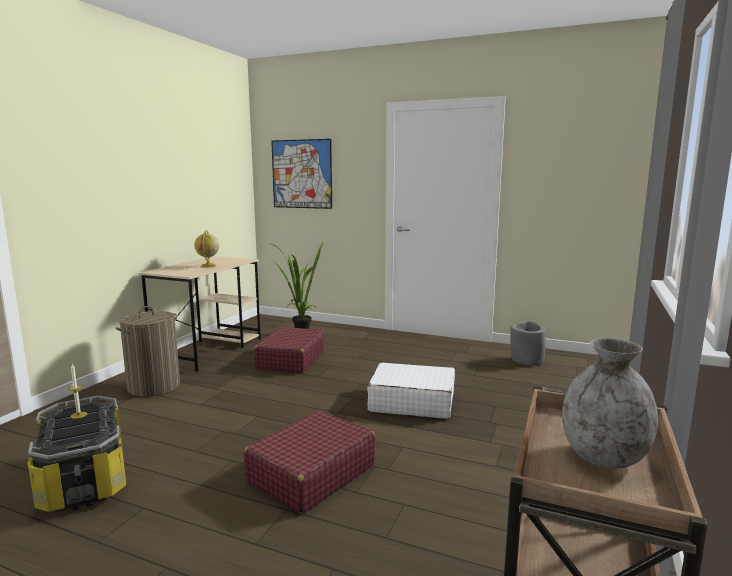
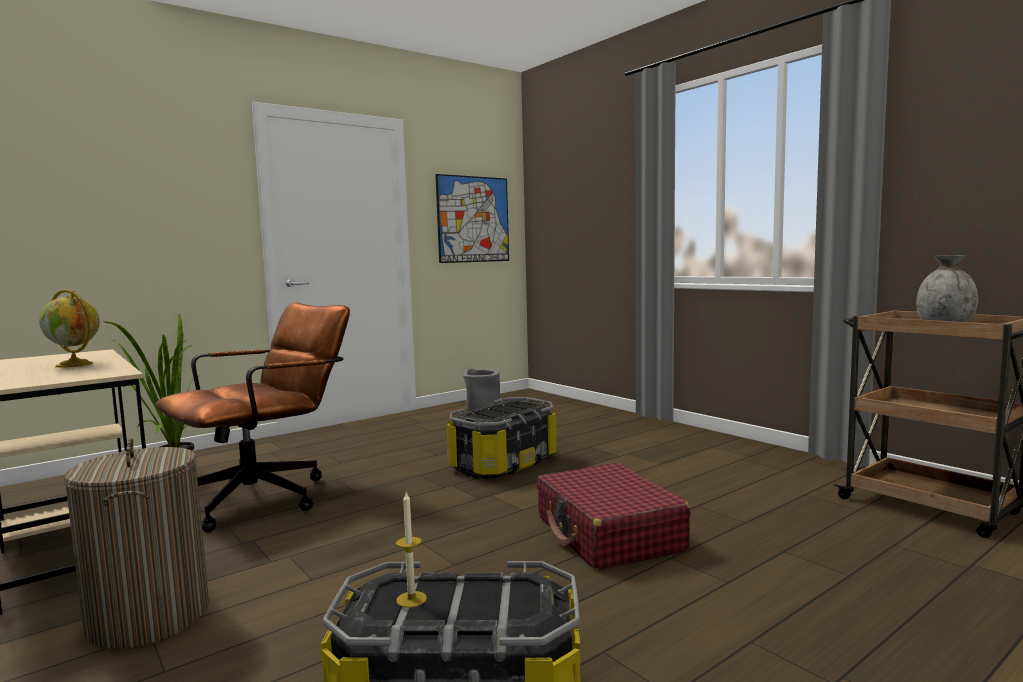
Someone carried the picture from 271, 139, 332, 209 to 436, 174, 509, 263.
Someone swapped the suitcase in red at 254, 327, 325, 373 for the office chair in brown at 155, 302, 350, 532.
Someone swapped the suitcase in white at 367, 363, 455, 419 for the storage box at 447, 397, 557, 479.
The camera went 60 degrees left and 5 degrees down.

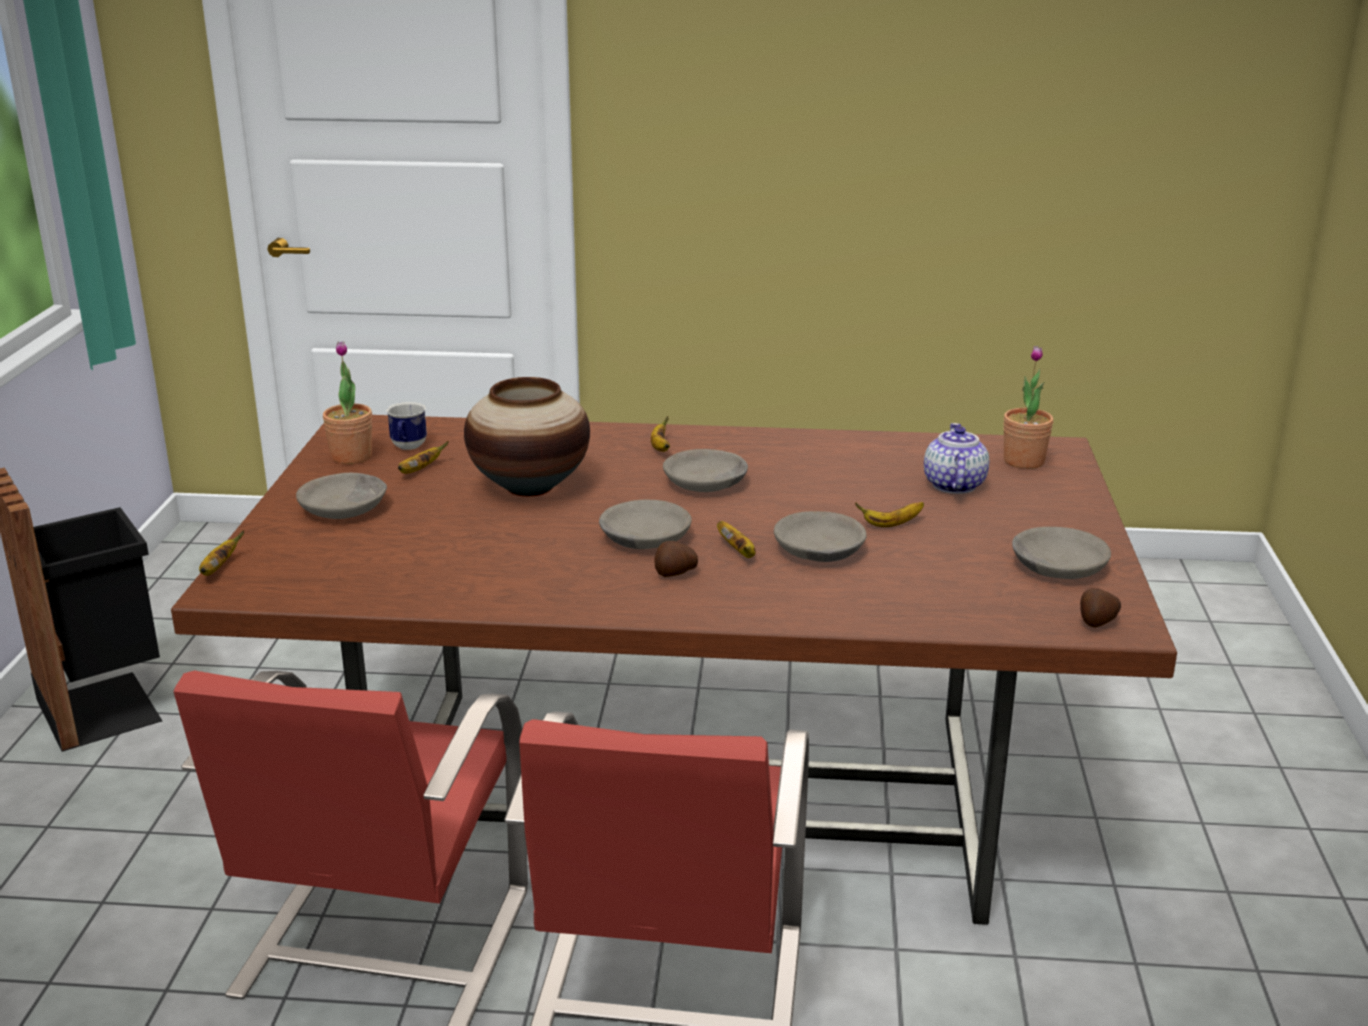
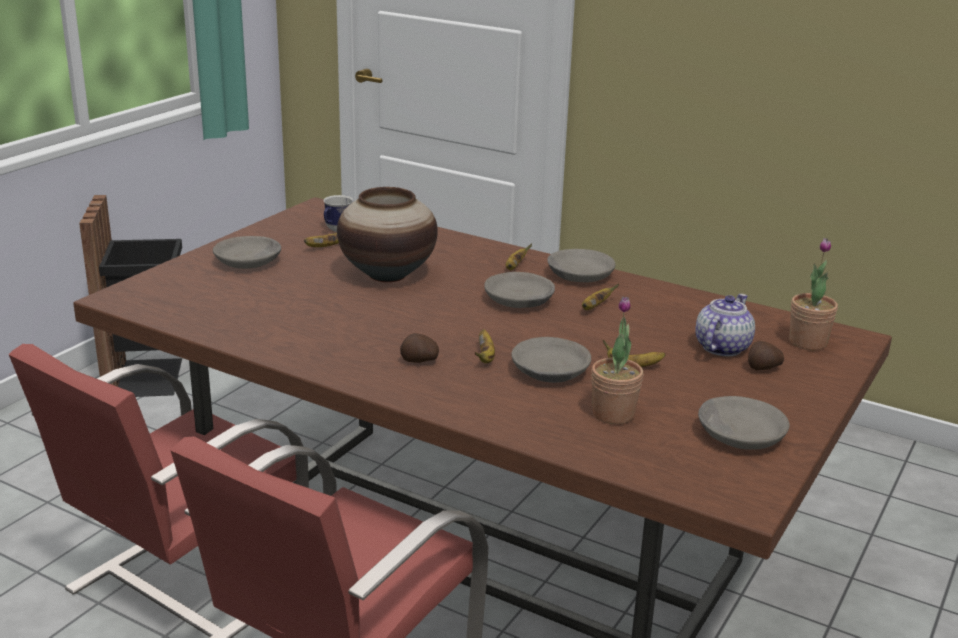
Someone carried the banana from 199, 530, 244, 576 to 582, 283, 619, 310.
Someone carried the potted plant from 323, 341, 372, 464 to 591, 297, 643, 424.
Someone carried the bowl in grey from 599, 500, 692, 549 to 548, 249, 616, 282.
Someone carried the potato from 1080, 588, 1121, 628 to 748, 341, 784, 370.
The camera went 25 degrees right and 0 degrees up.

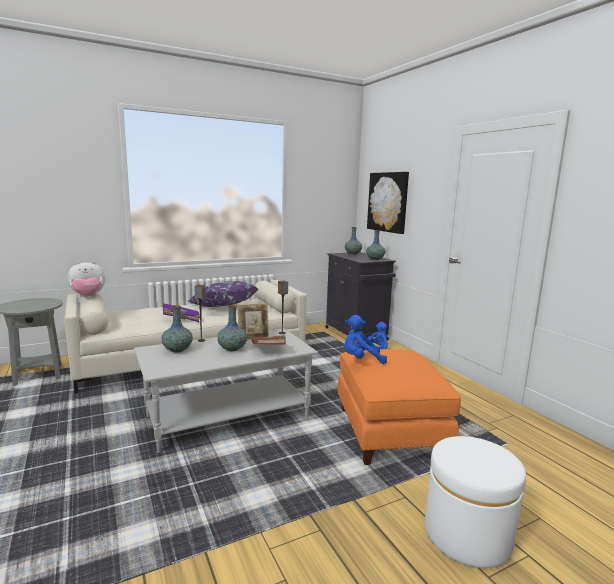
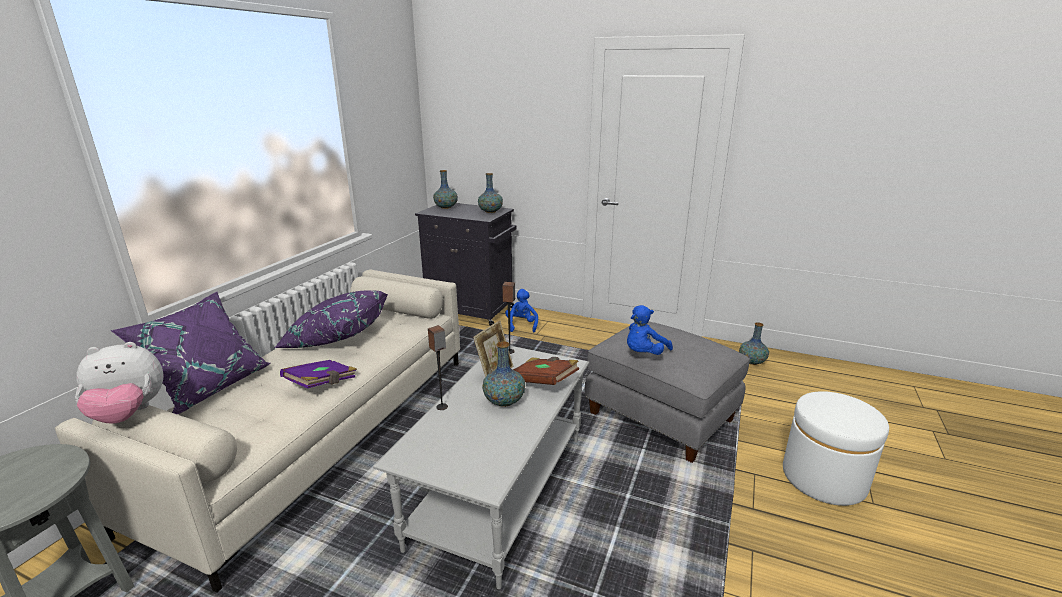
Someone took away the picture at 367, 172, 409, 234.
Someone put down the pillow in purple at 110, 292, 271, 415.
Someone carried the vase from 161, 305, 193, 352 to 739, 322, 769, 365.
Someone repainted the ottoman in orange at 337, 349, 461, 465, which became the ottoman in grey at 585, 322, 750, 463.
Someone rotated the plush toy at 68, 261, 105, 297 by 45 degrees clockwise.
The camera went 40 degrees left and 10 degrees up.

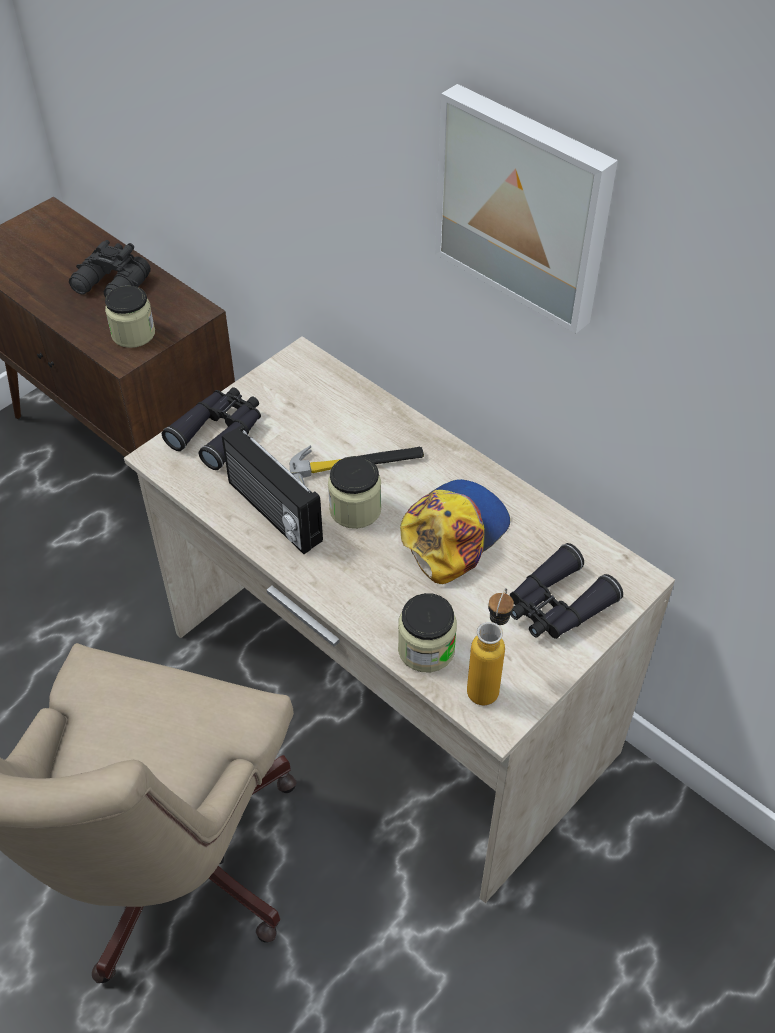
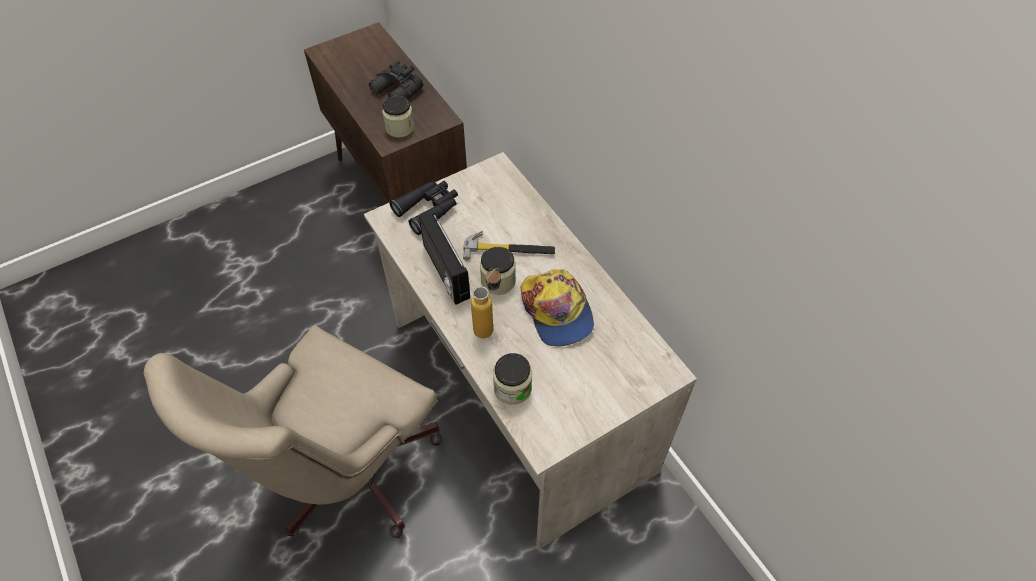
Someone took away the picture at 435, 84, 618, 334.
Someone took away the binoculars in black at 510, 543, 623, 639.
Someone carried the bottle from 467, 588, 514, 705 to 471, 268, 501, 338.
Someone rotated the cap at 400, 479, 510, 584 by 105 degrees clockwise.
The camera went 15 degrees right and 5 degrees up.

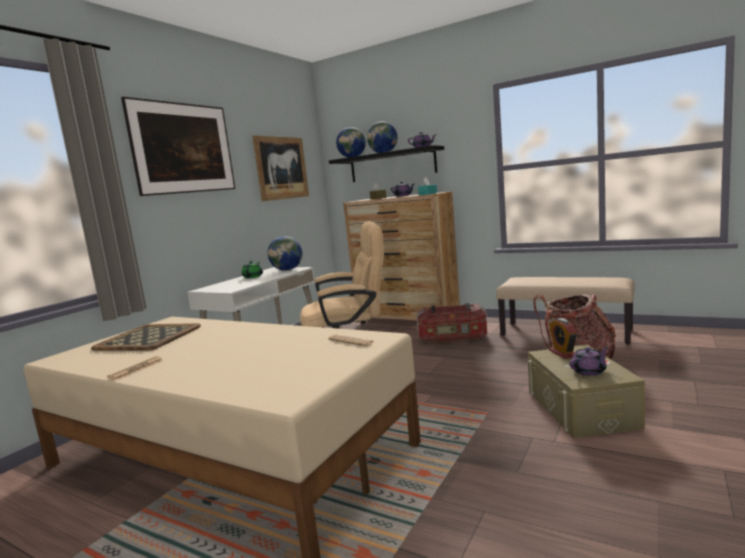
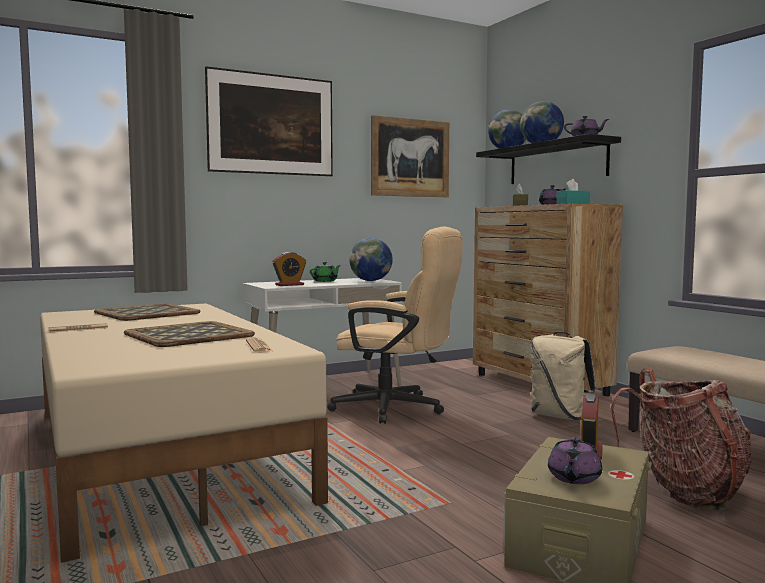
Someone put down the tray at 124, 321, 255, 347.
Someone put down the alarm clock at 272, 252, 306, 286.
Someone swapped the storage box at 417, 303, 487, 343 for the backpack in beige at 531, 331, 596, 420.
Someone rotated the teapot in purple at 569, 347, 608, 376 by 105 degrees clockwise.
The camera went 30 degrees right and 5 degrees down.

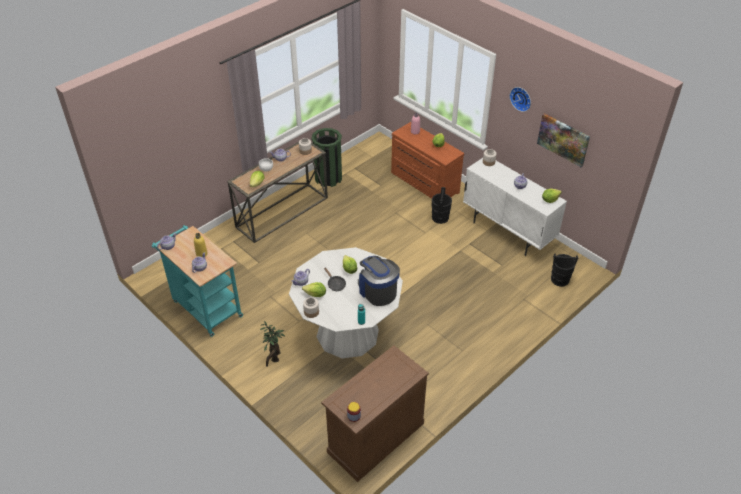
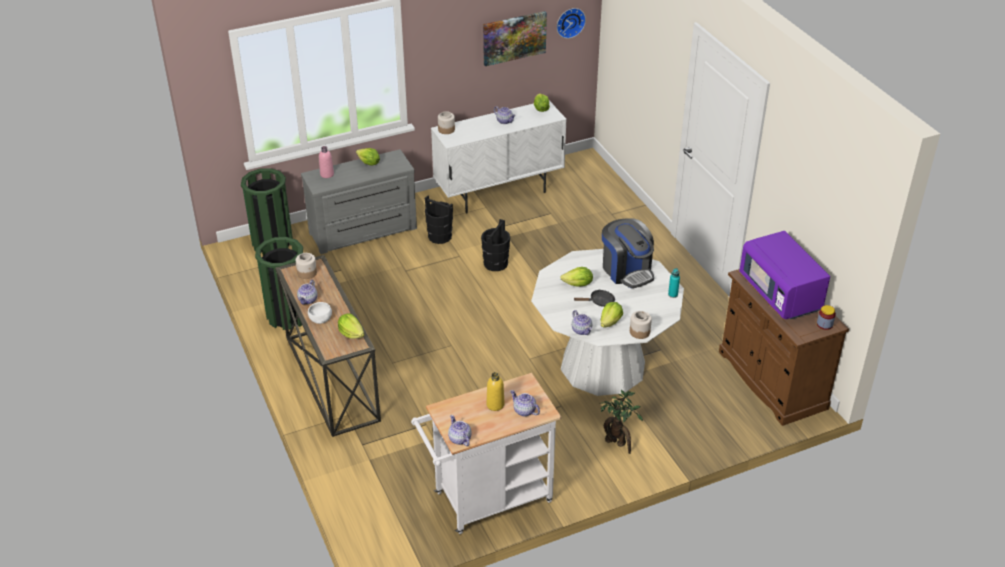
Someone put down the trash can in green at 241, 168, 293, 252.
Someone put down the microwave in purple at 739, 231, 830, 319.
Someone carried the wall clock from 510, 87, 531, 112 to 557, 8, 586, 39.
Someone carried the bucket in black from 551, 253, 578, 287 to 481, 219, 510, 271.
Someone repainted the cart in turquoise at 152, 225, 243, 337, which became the cart in white at 411, 373, 562, 534.
Someone repainted the dresser in brown at 391, 122, 464, 199, which became the dresser in grey at 301, 149, 417, 254.
Someone rotated the coffee machine at 358, 256, 400, 306 by 105 degrees counterclockwise.
The camera went 70 degrees left and 5 degrees down.

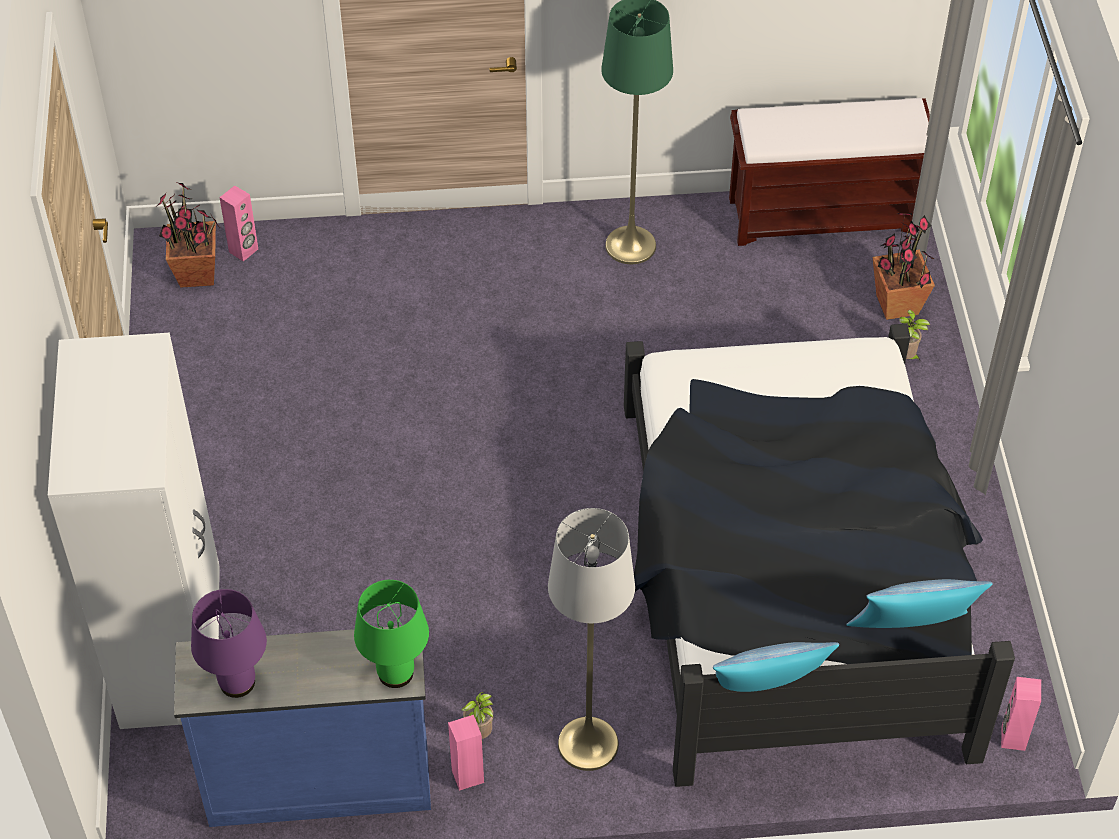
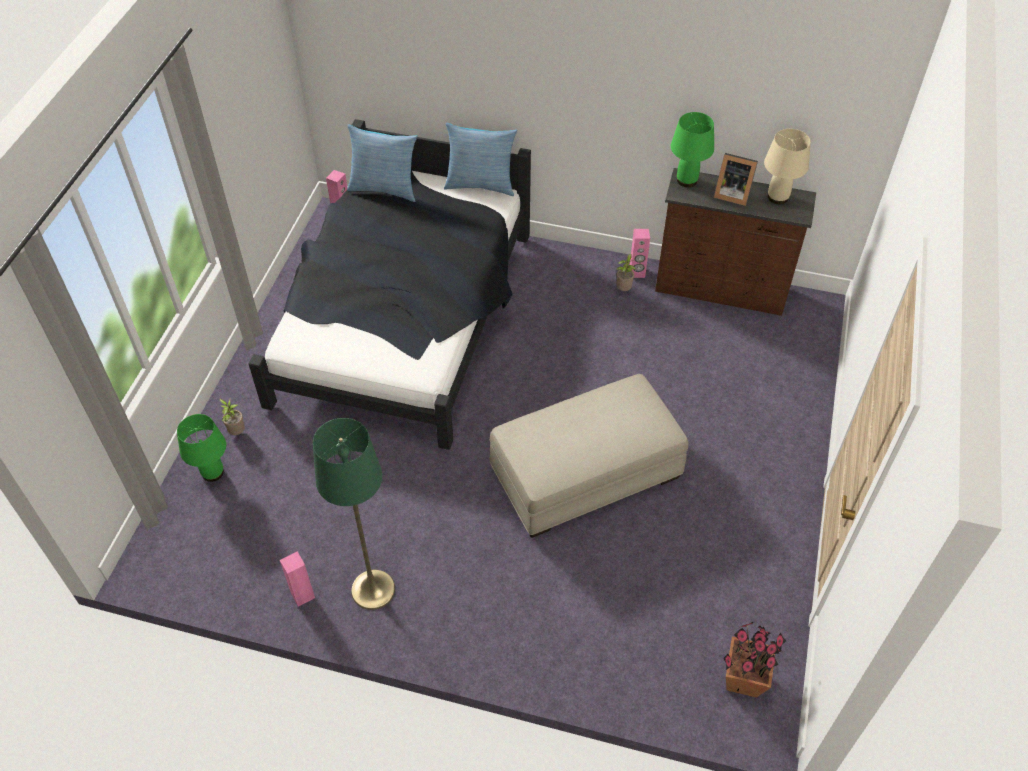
Someone took away the wardrobe in white at 48, 333, 220, 729.
Someone took away the floor lamp in grey at 548, 508, 635, 771.
Someone took away the bench in brown at 729, 98, 930, 246.
Someone put down the ottoman in beige at 490, 374, 688, 538.
Someone put down the picture frame at 714, 153, 758, 206.
Someone carried the speaker in pink from 219, 185, 258, 261 to 280, 551, 315, 607.
Someone swapped the potted plant at 872, 213, 935, 320 for the table lamp in green at 177, 414, 226, 482.
Someone repainted the dresser in blue at 174, 626, 431, 827, which became the dresser in brown at 655, 168, 816, 316.
Someone repainted the table lamp in purple at 191, 589, 267, 698, which became the table lamp in beige at 764, 129, 811, 204.
The camera went 160 degrees left and 0 degrees up.

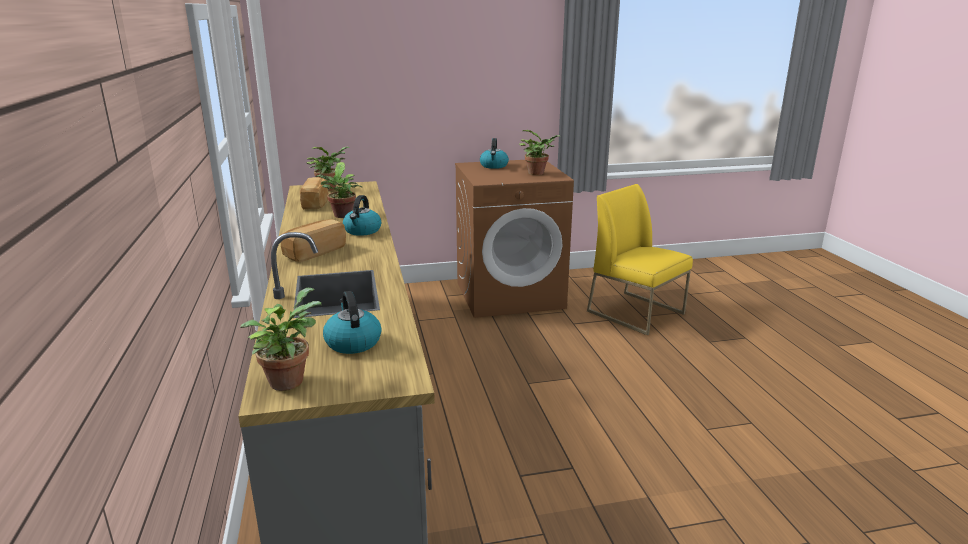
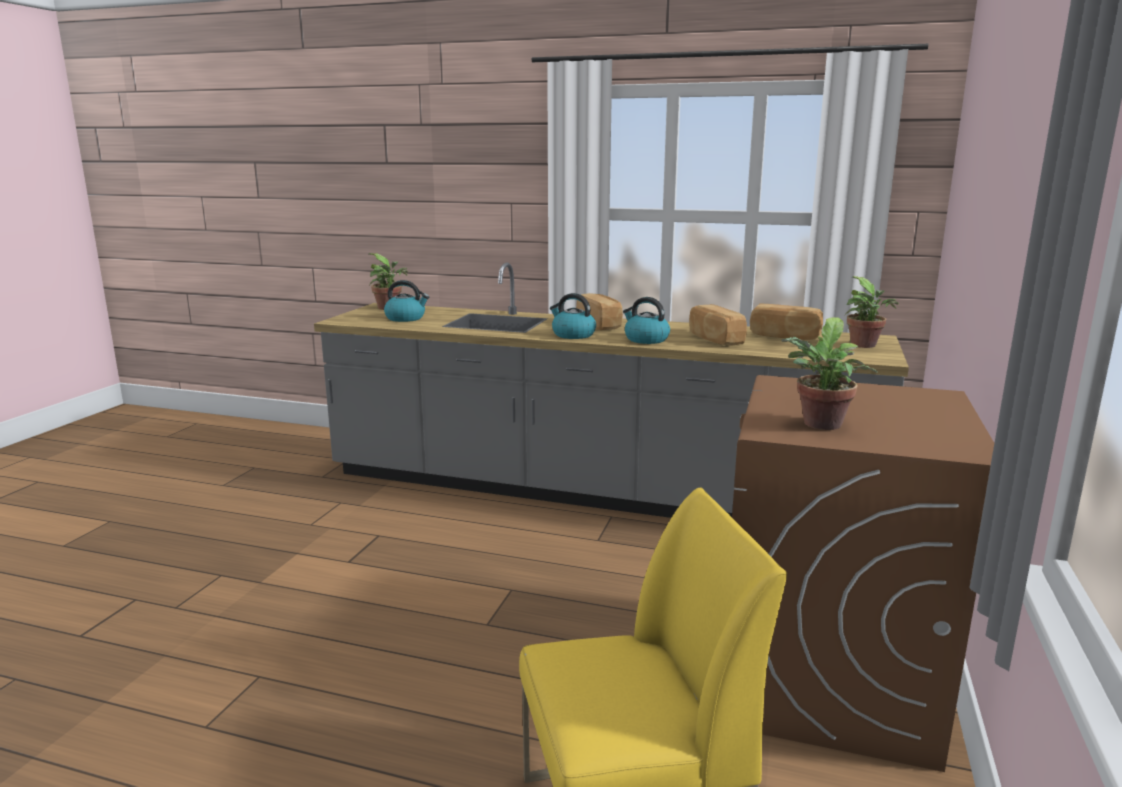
Someone carried the kettle from 480, 138, 509, 169 to 550, 293, 596, 339.
Someone swapped the potted plant at 315, 162, 362, 218 for the bread at 689, 304, 747, 346.
The camera went 120 degrees right and 5 degrees down.

